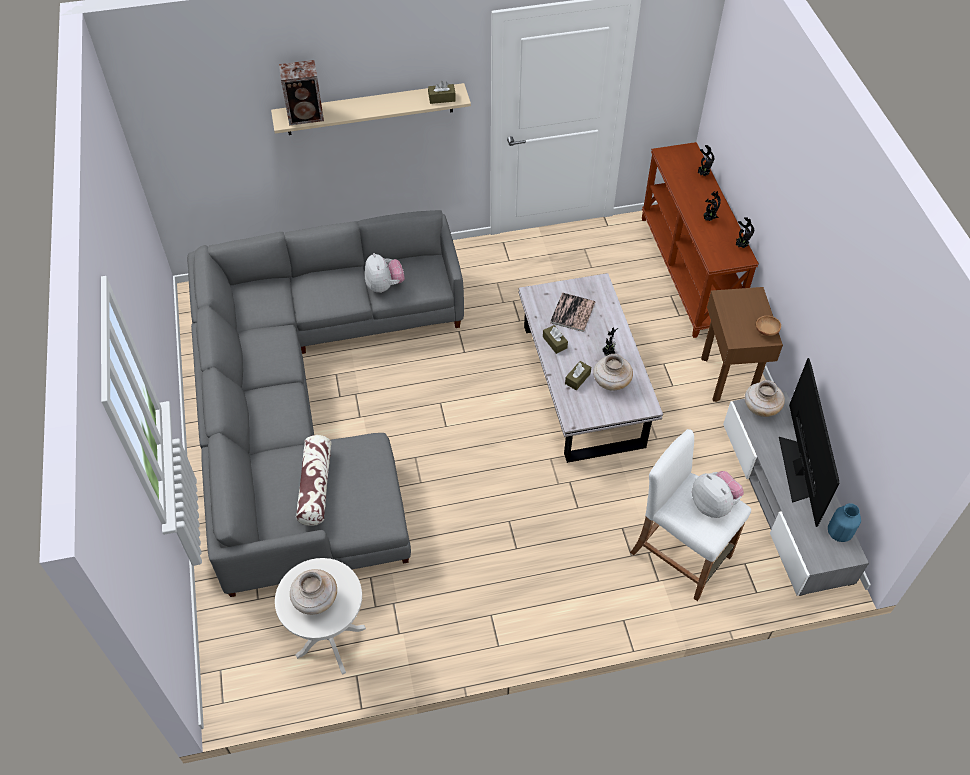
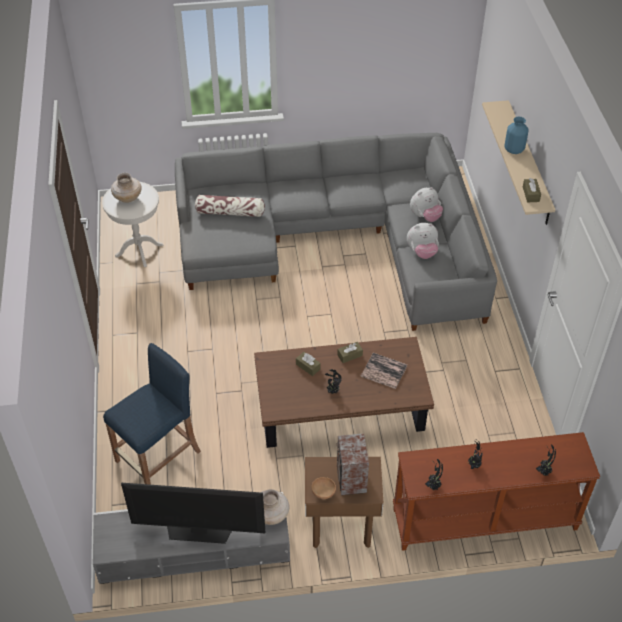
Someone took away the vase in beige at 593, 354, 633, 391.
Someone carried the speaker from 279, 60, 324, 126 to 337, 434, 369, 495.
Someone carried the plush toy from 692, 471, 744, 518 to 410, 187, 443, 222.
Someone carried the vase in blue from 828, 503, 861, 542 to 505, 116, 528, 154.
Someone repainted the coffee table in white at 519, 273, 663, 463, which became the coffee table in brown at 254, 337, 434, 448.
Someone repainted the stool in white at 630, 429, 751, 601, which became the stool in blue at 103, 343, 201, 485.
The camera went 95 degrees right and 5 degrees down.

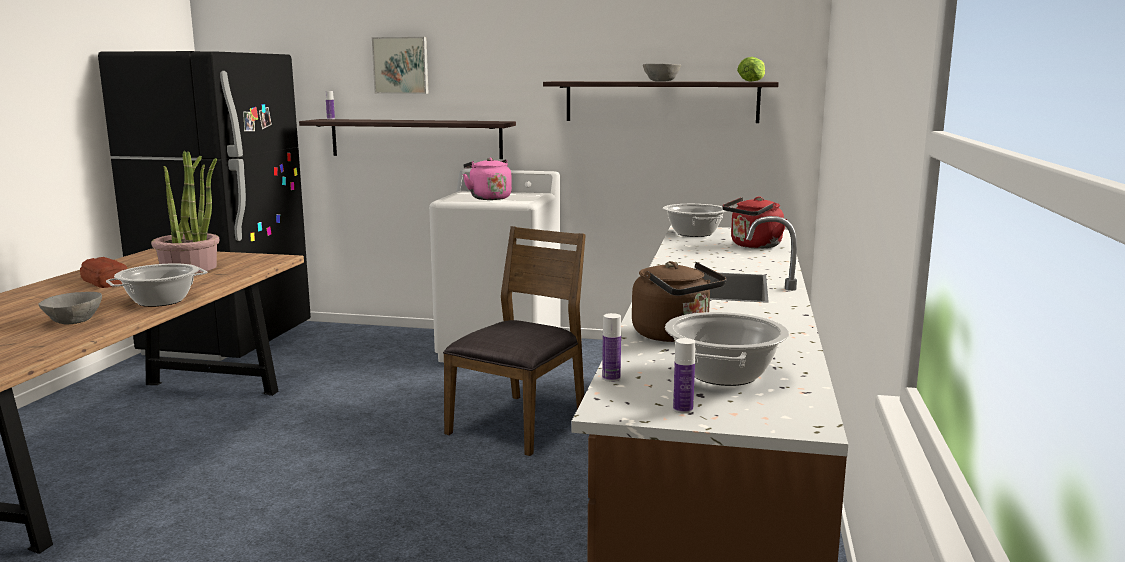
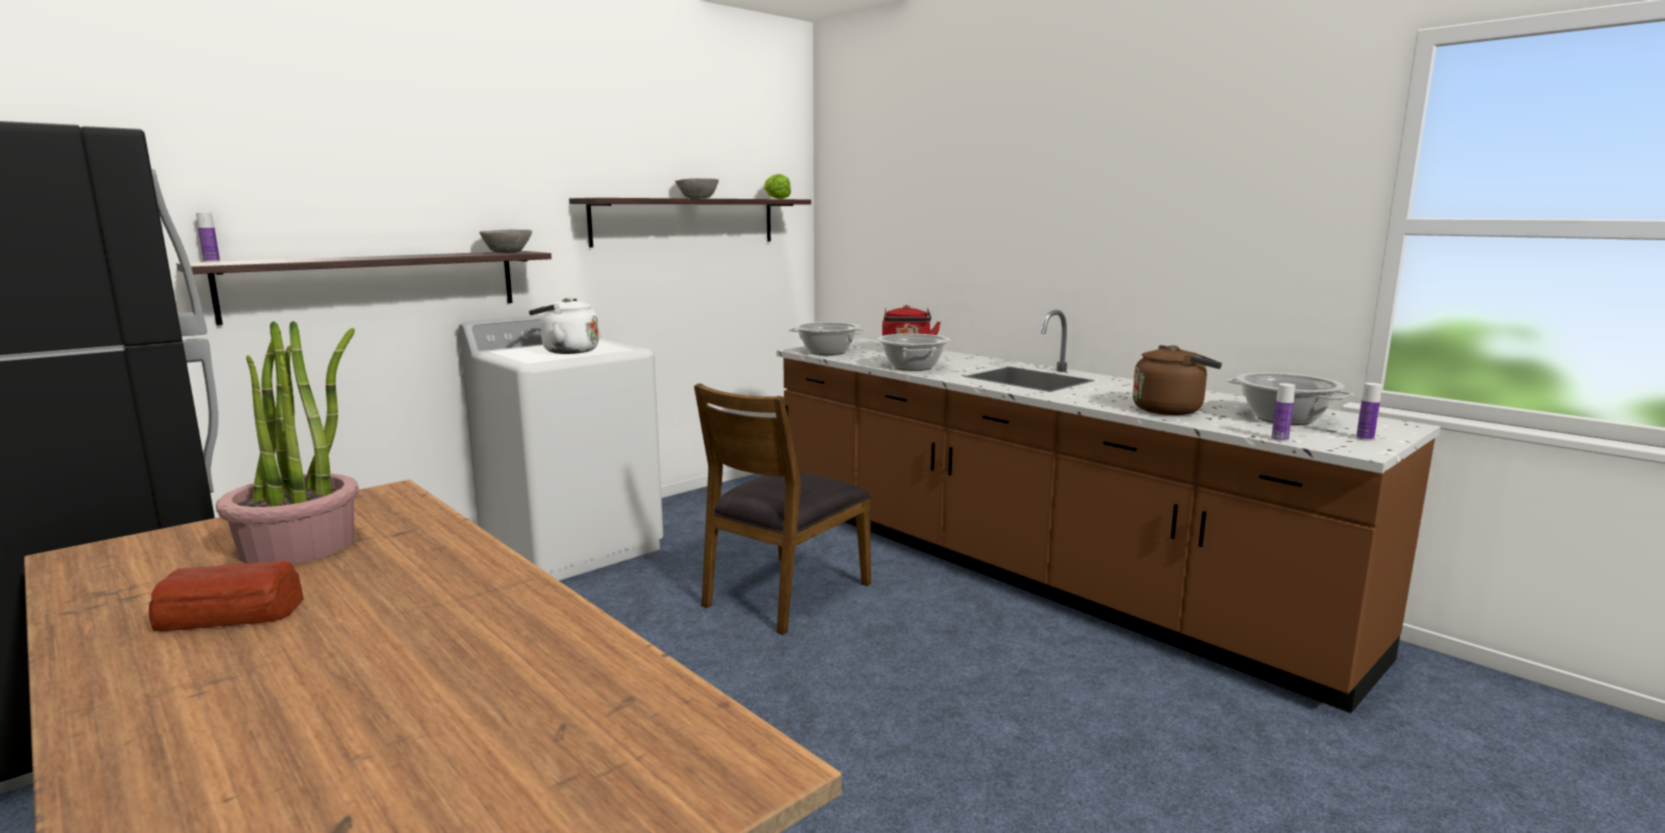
Someone took away the picture at 372, 37, 429, 94.
Someone carried the bowl in grey from 38, 292, 102, 324 to 479, 230, 532, 253.
Someone carried the cooking pot from 106, 263, 207, 307 to 877, 334, 950, 371.
Someone repainted the kettle in pink at 463, 158, 512, 200, which became the kettle in white at 529, 297, 599, 354.
Someone rotated the chair in brown at 443, 226, 586, 456 by 120 degrees counterclockwise.
The camera went 55 degrees left and 0 degrees up.

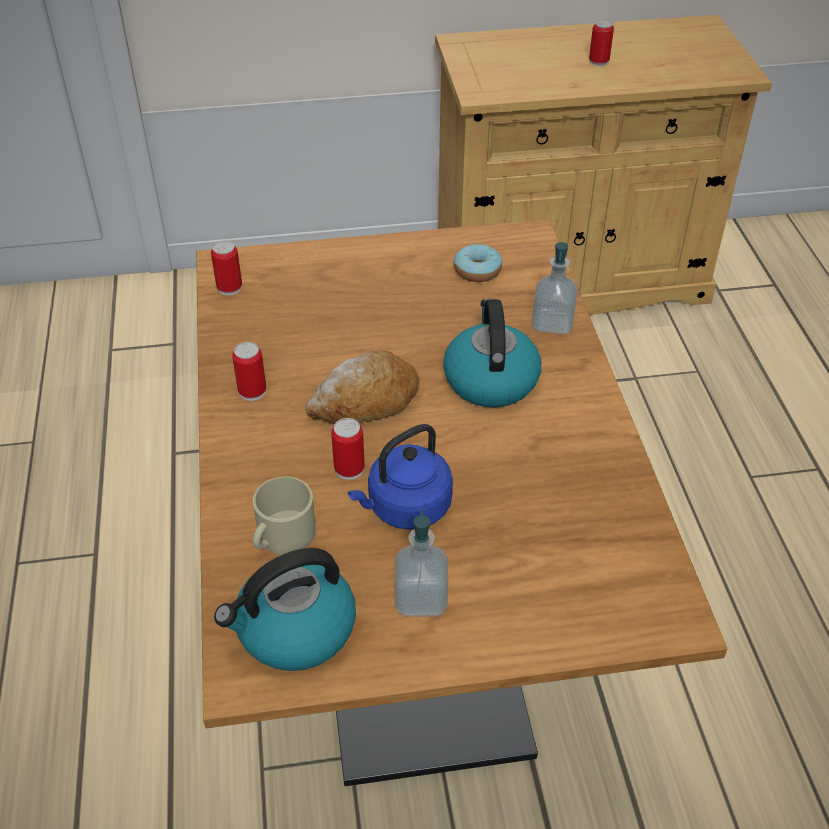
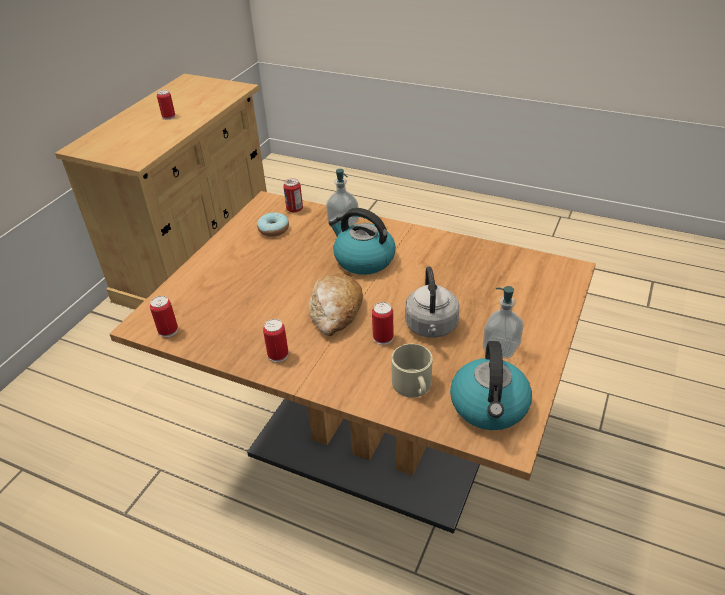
Someone put down the can at 283, 178, 303, 212.
Someone repainted the kettle in blue at 348, 424, 453, 530, which became the kettle in grey at 405, 266, 459, 338.
The camera went 55 degrees left and 5 degrees down.

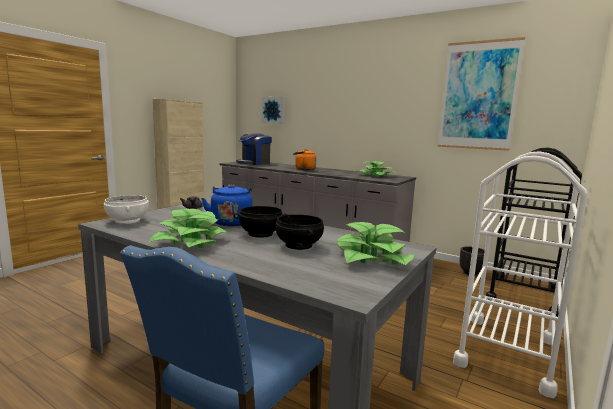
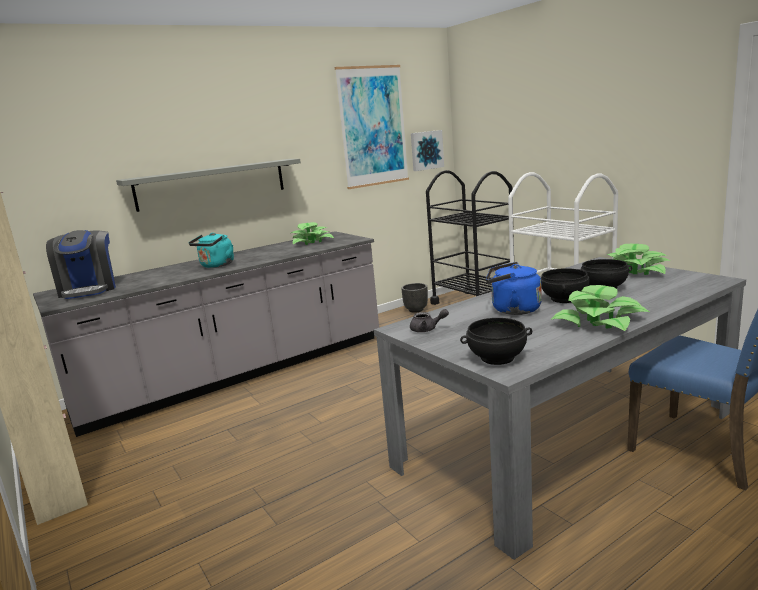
Someone put up the shelf in grey at 116, 159, 301, 212.
Someone carried the picture from 262, 96, 285, 124 to 411, 130, 444, 171.
Someone repainted the bowl in white at 104, 195, 149, 224, which became the bowl in black at 460, 318, 532, 365.
Someone repainted the kettle in orange at 293, 149, 316, 170, which became the kettle in turquoise at 189, 233, 234, 268.
The camera went 65 degrees left and 5 degrees up.

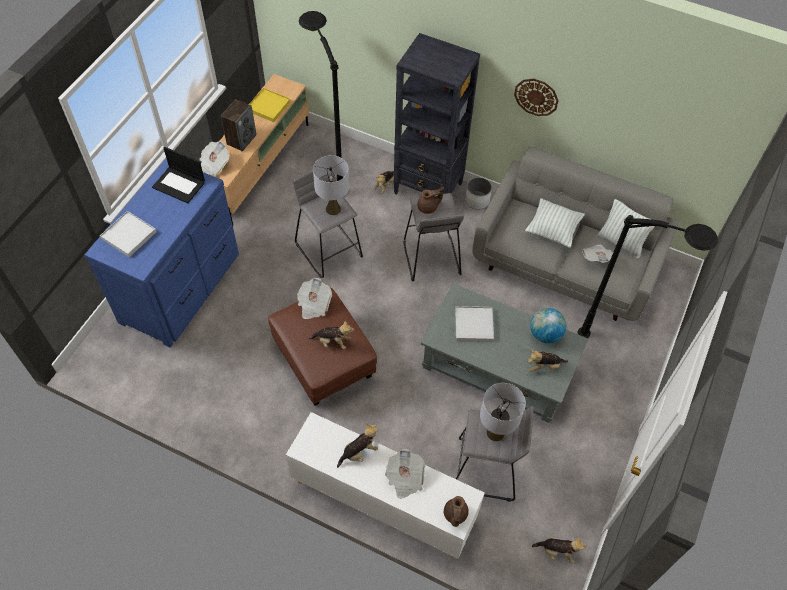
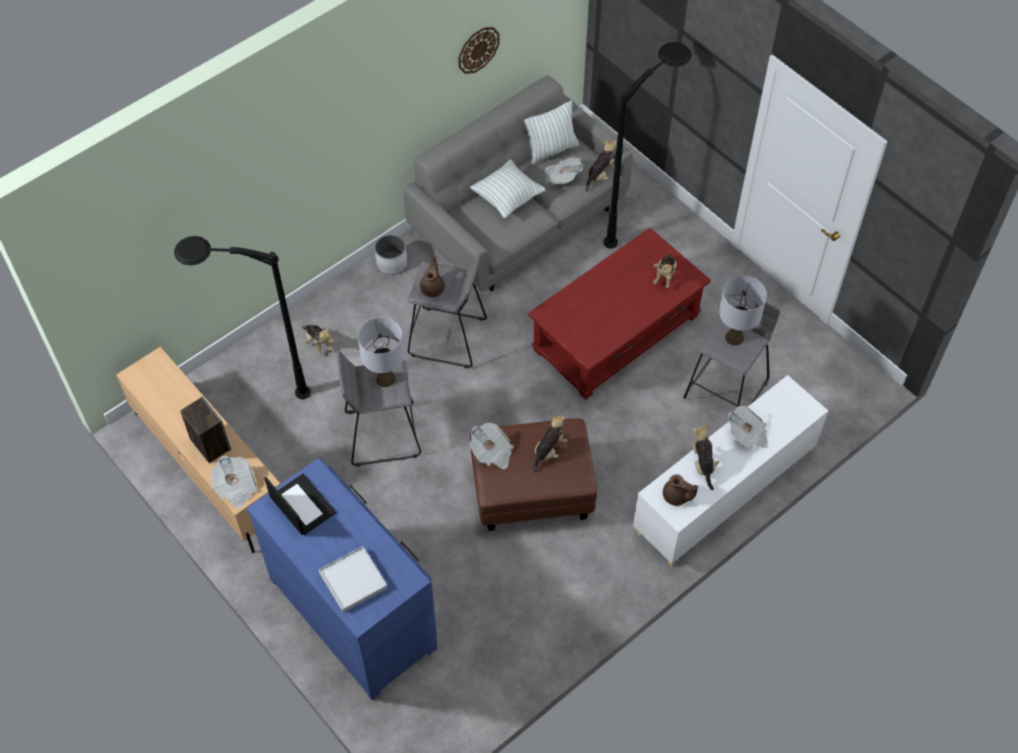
Someone took away the tray in yellow at 249, 88, 291, 122.
Someone took away the bookcase in black at 393, 33, 480, 195.
Someone took away the tray in white at 455, 306, 494, 342.
Someone took away the globe at 530, 308, 566, 343.
Someone carried the teapot in brown from 444, 496, 469, 527 to 663, 474, 698, 506.
Someone carried the wall clock from 514, 79, 559, 116 to 458, 27, 500, 74.
Someone carried the plush toy from 532, 537, 586, 563 to 586, 140, 616, 192.
Someone repainted the coffee table in grey at 421, 284, 588, 423, which became the coffee table in red at 528, 228, 711, 400.
Someone rotated the laptop at 152, 147, 205, 203 by 90 degrees counterclockwise.
The camera went 65 degrees left and 0 degrees up.

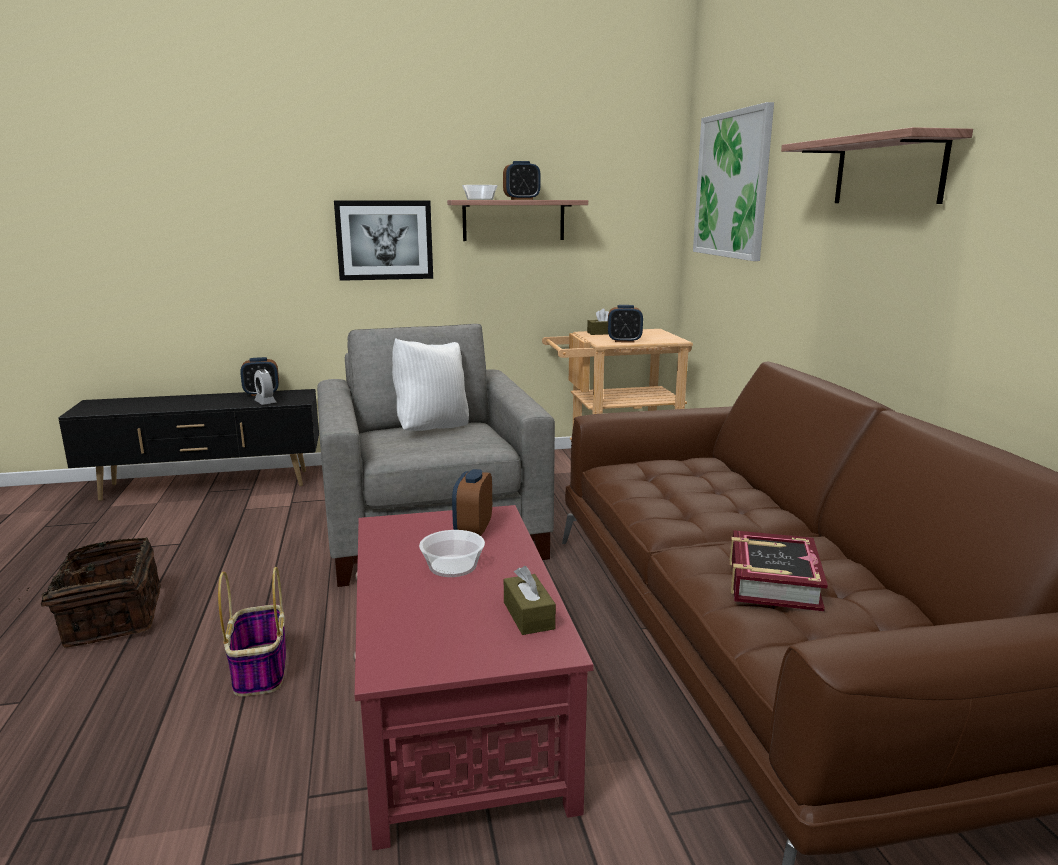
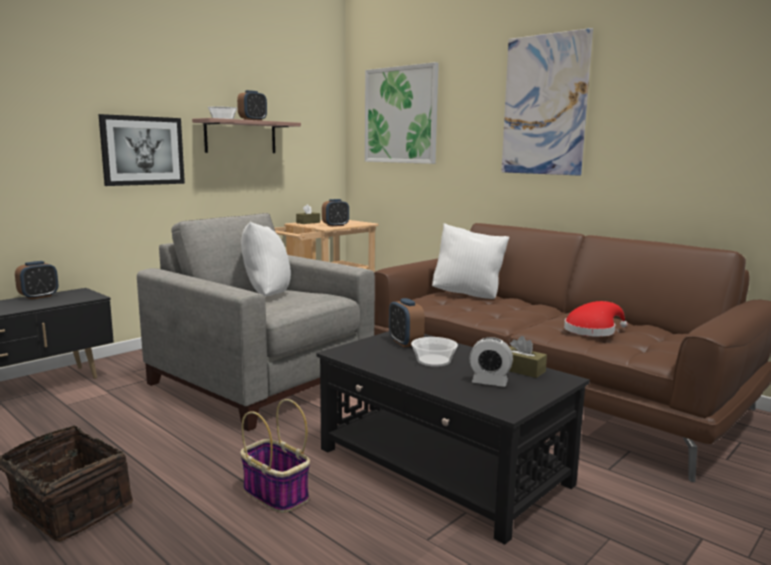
Someone put down the pillow in white at 432, 223, 509, 299.
Someone carried the alarm clock from 254, 369, 276, 405 to 469, 337, 513, 387.
Someone swapped the book at 729, 530, 828, 611 for the hat in red at 564, 301, 628, 337.
Someone swapped the shelf at 781, 127, 973, 204 for the picture at 501, 28, 593, 176.
Someone repainted the coffee table in red at 353, 505, 594, 850, which became the coffee table in black at 316, 331, 590, 544.
The camera went 35 degrees left and 5 degrees down.

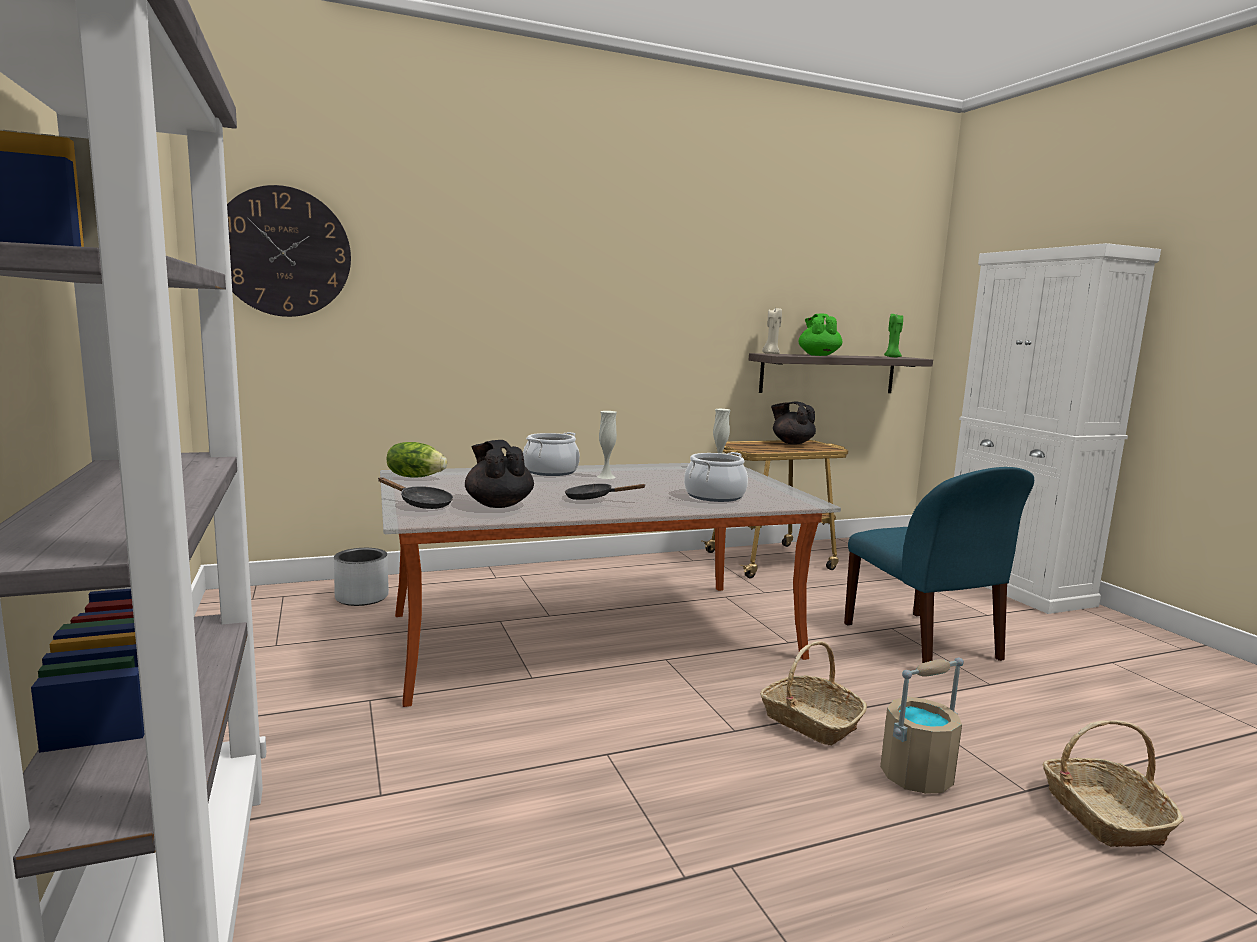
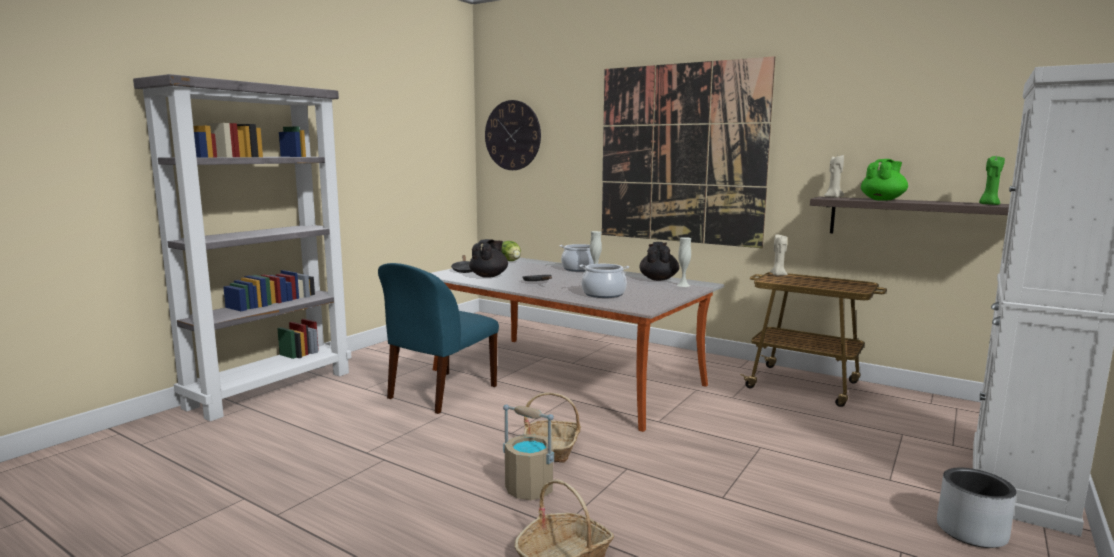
Someone put up the picture at 602, 56, 775, 248.
Someone put down the candle in beige at 770, 234, 788, 276.
Someone carried the planter in grey from 334, 548, 389, 606 to 937, 468, 1016, 548.
Someone carried the teapot in black from 771, 402, 816, 444 to 639, 242, 679, 281.
Someone carried the chair in blue from 844, 467, 1034, 663 to 378, 263, 499, 414.
The camera went 55 degrees right and 0 degrees up.

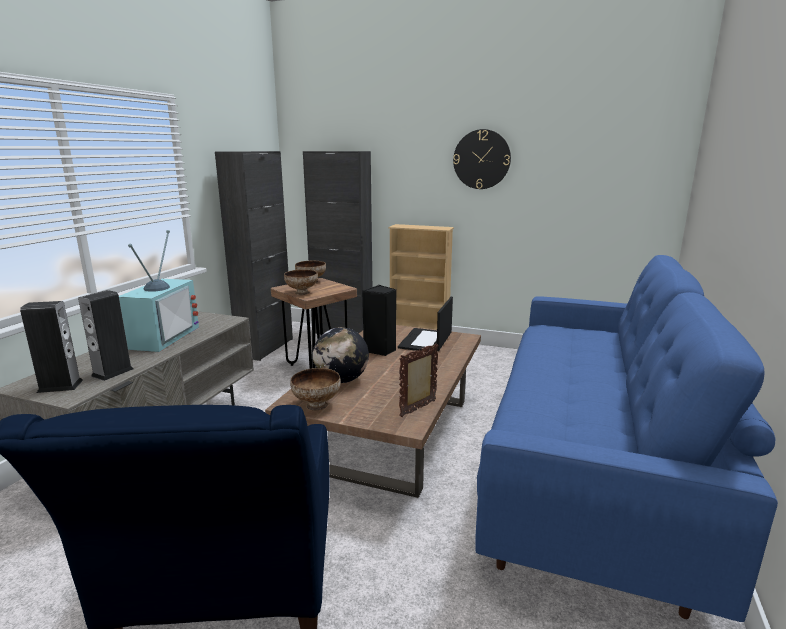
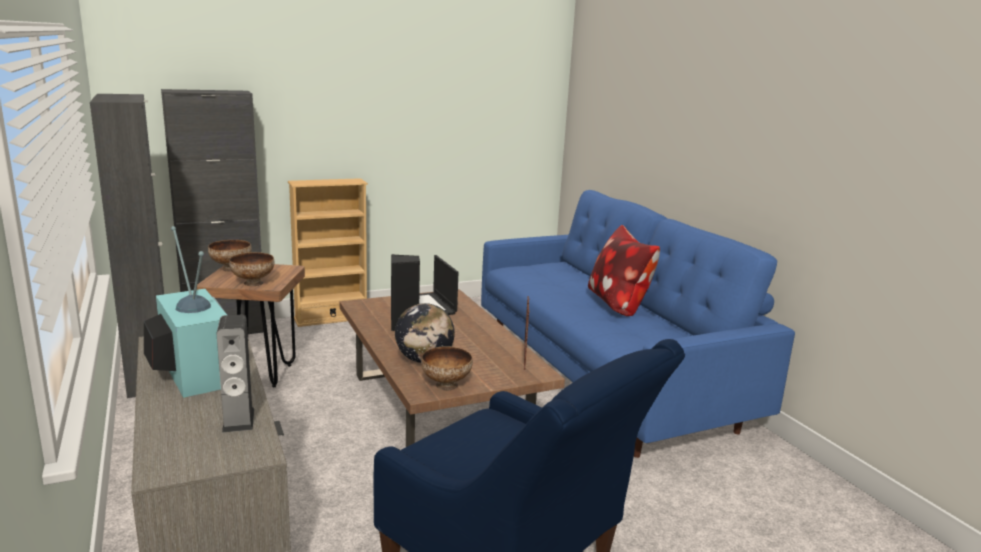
Someone took away the speaker at 20, 301, 83, 393.
Someone took away the wall clock at 453, 129, 511, 189.
Someone put down the pillow at 588, 225, 660, 316.
The camera went 45 degrees left and 0 degrees up.

